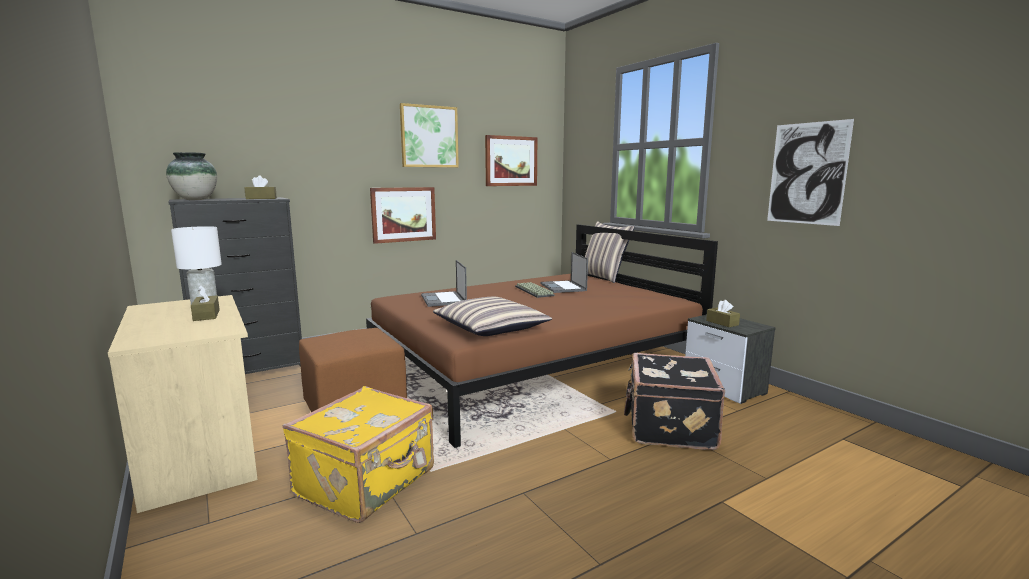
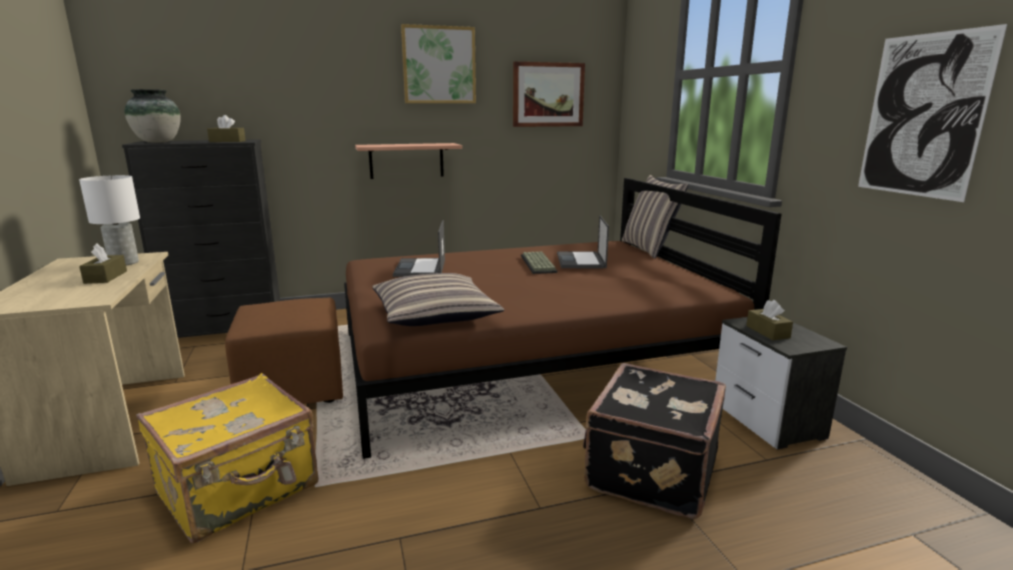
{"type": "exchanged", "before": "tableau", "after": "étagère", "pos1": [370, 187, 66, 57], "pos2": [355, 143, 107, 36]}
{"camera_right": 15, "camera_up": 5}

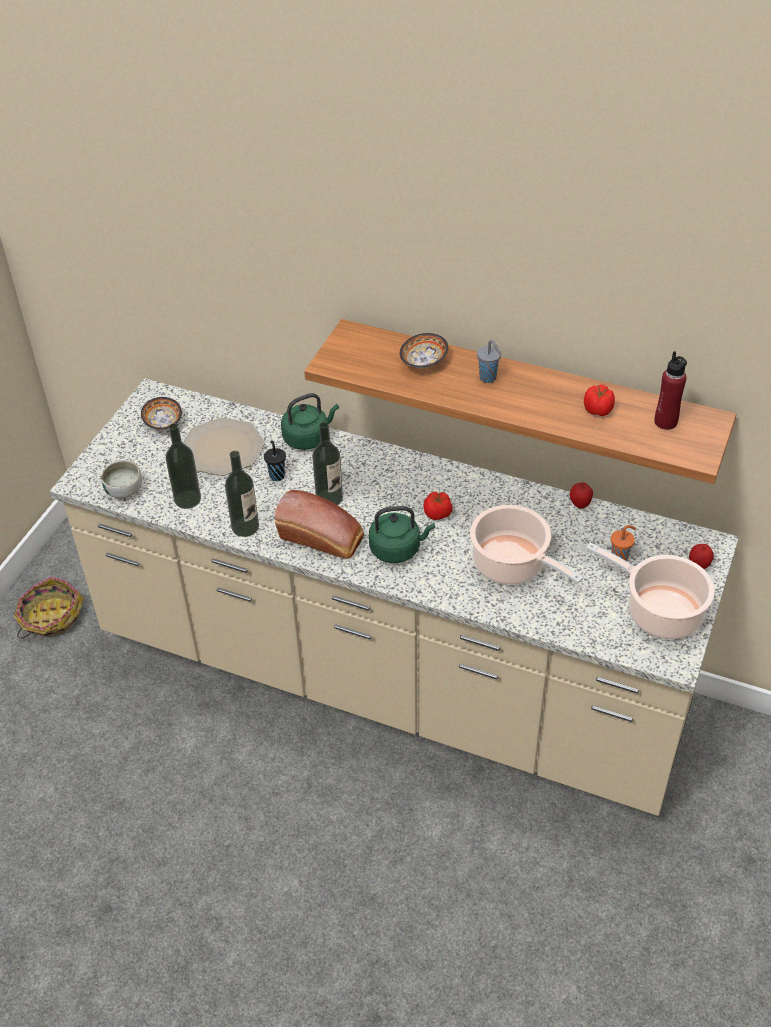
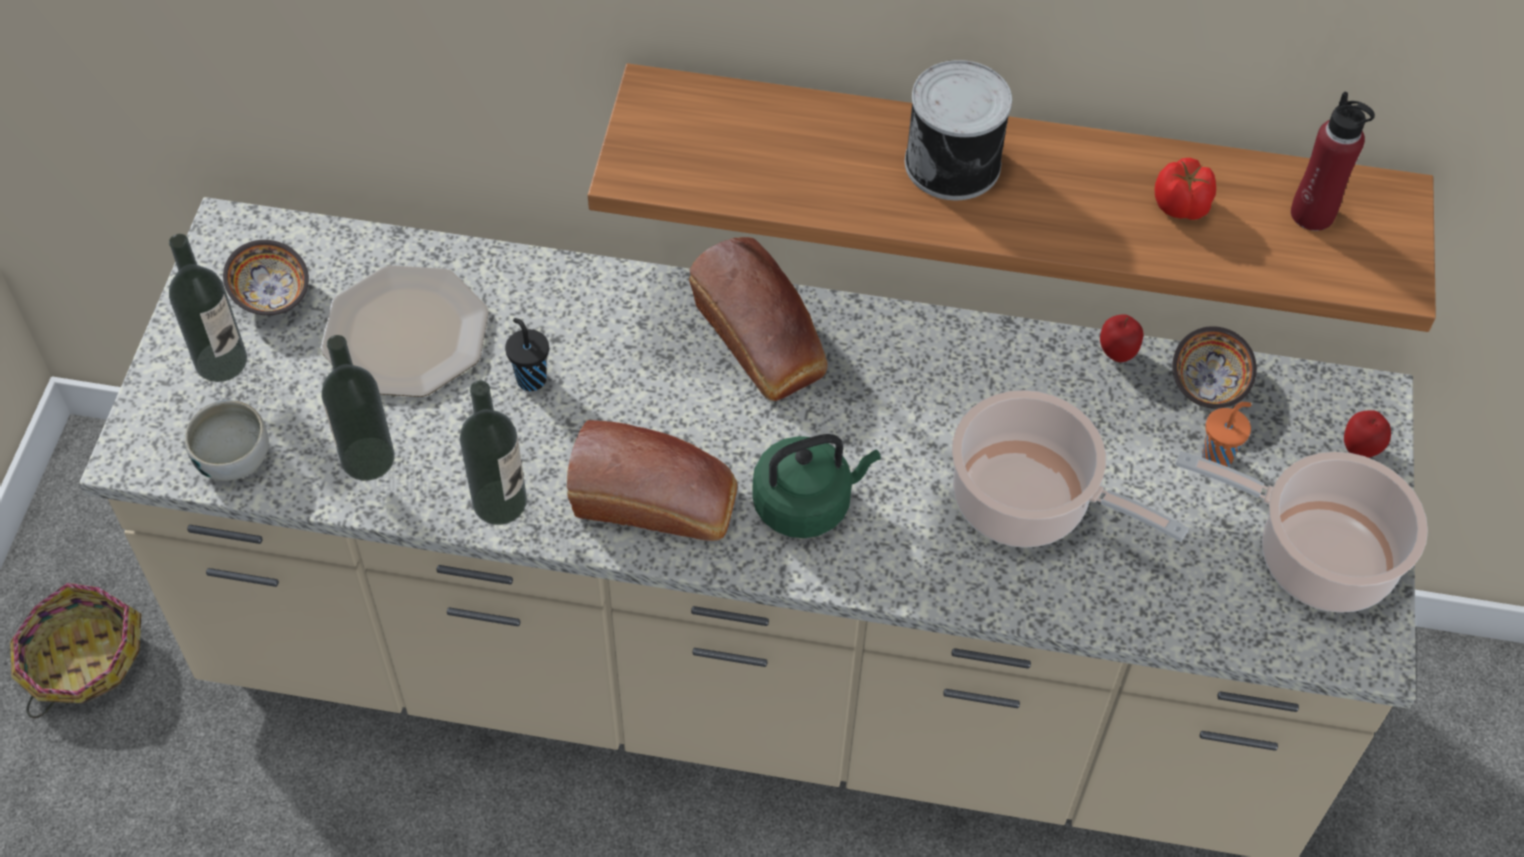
{"type": "missing", "before": "bouilloire/vert", "pos1": [281, 393, 58, 57]}
{"type": "missing", "before": "tomate", "pos1": [423, 491, 30, 29]}
{"type": "appeared", "after": "pain", "pos2": [689, 237, 139, 164]}
{"type": "relocated", "before": "bouteille", "pos1": [312, 422, 31, 83], "pos2": [169, 234, 78, 148]}
{"type": "relocated", "before": "bol", "pos1": [400, 333, 48, 35], "pos2": [1172, 326, 85, 83]}
{"type": "exchanged", "before": "tasse/gris", "after": "boîte métallique", "pos1": [477, 340, 24, 43], "pos2": [905, 60, 107, 140]}
{"camera_right": -15, "camera_up": 10}

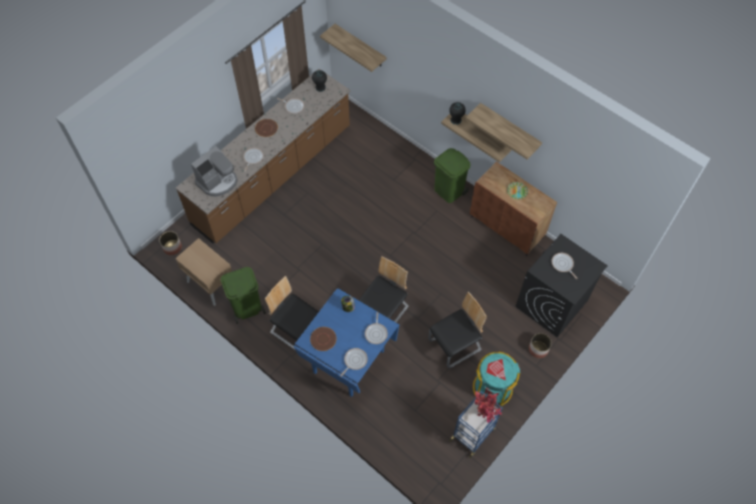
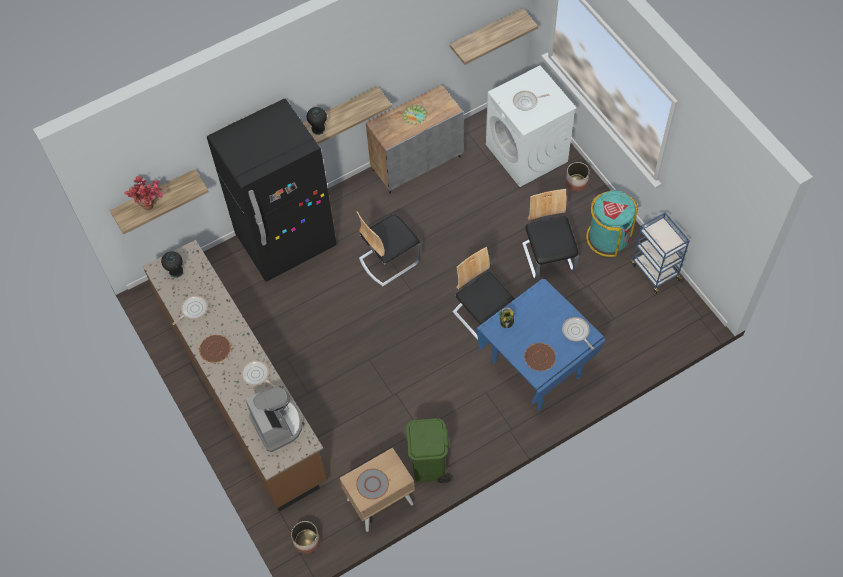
{"type": "missing", "before": "poêle", "pos1": [365, 312, 23, 32]}
{"type": "missing", "before": "poubelle/vert", "pos1": [434, 148, 37, 55]}
{"type": "appeared", "after": "réfrigérateur/noir", "pos2": [207, 99, 130, 183]}
{"type": "appeared", "after": "assiette/gris", "pos2": [356, 469, 33, 31]}
{"type": "relocated", "before": "chaise", "pos1": [265, 276, 54, 75], "pos2": [357, 211, 64, 76]}
{"type": "relocated", "before": "étagère", "pos1": [466, 103, 76, 56], "pos2": [450, 8, 88, 57]}
{"type": "relocated", "before": "plante en pot", "pos1": [475, 391, 27, 32], "pos2": [124, 176, 39, 34]}
{"type": "colour", "before": "meuble de rangement/marron", "after": "meuble de rangement/gris", "pos1": [470, 161, 87, 95], "pos2": [366, 85, 98, 109]}
{"type": "colour", "before": "lave-linge/noir", "after": "lave-linge/blanc", "pos1": [515, 234, 93, 103], "pos2": [486, 65, 91, 122]}
{"camera_right": -70, "camera_up": 0}

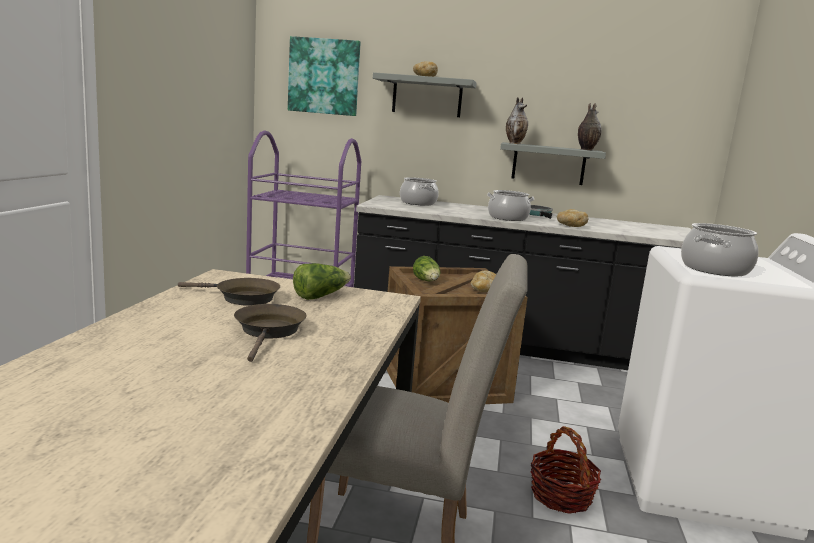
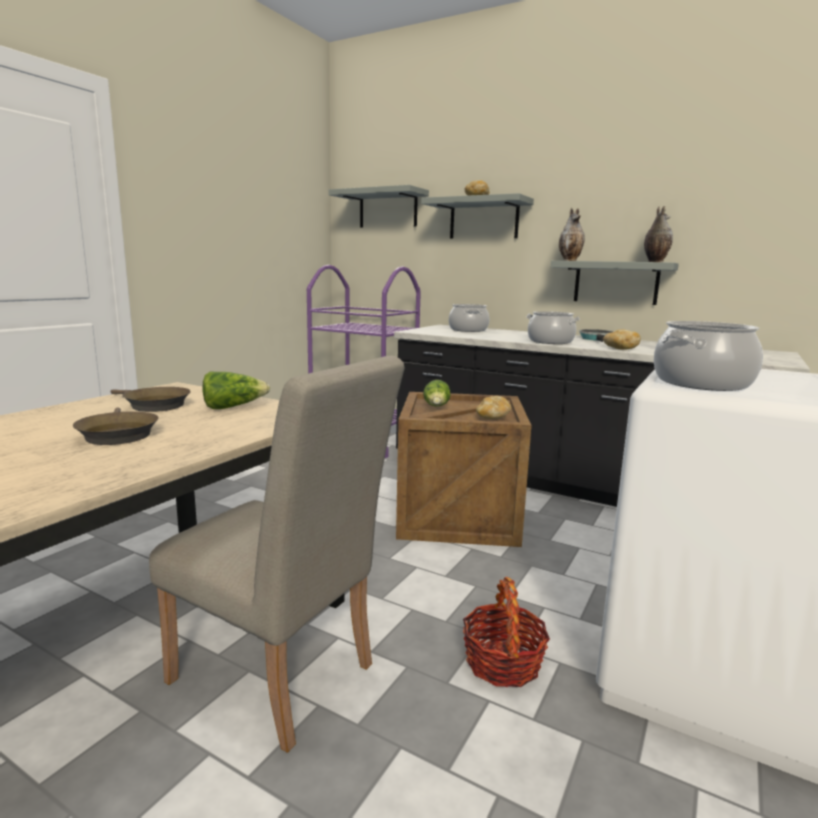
{"type": "exchanged", "before": "tableau", "after": "étagère/gris", "pos1": [288, 36, 73, 80], "pos2": [328, 185, 101, 42]}
{"type": "spun", "before": "poêle/marron", "pos1": [234, 304, 73, 58], "pos2": [73, 408, 86, 37], "turn": 135}
{"camera_right": 20, "camera_up": 0}

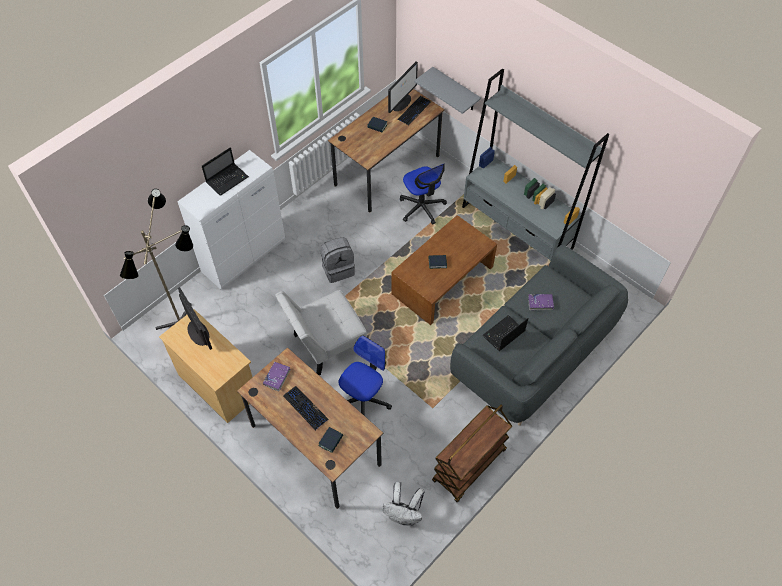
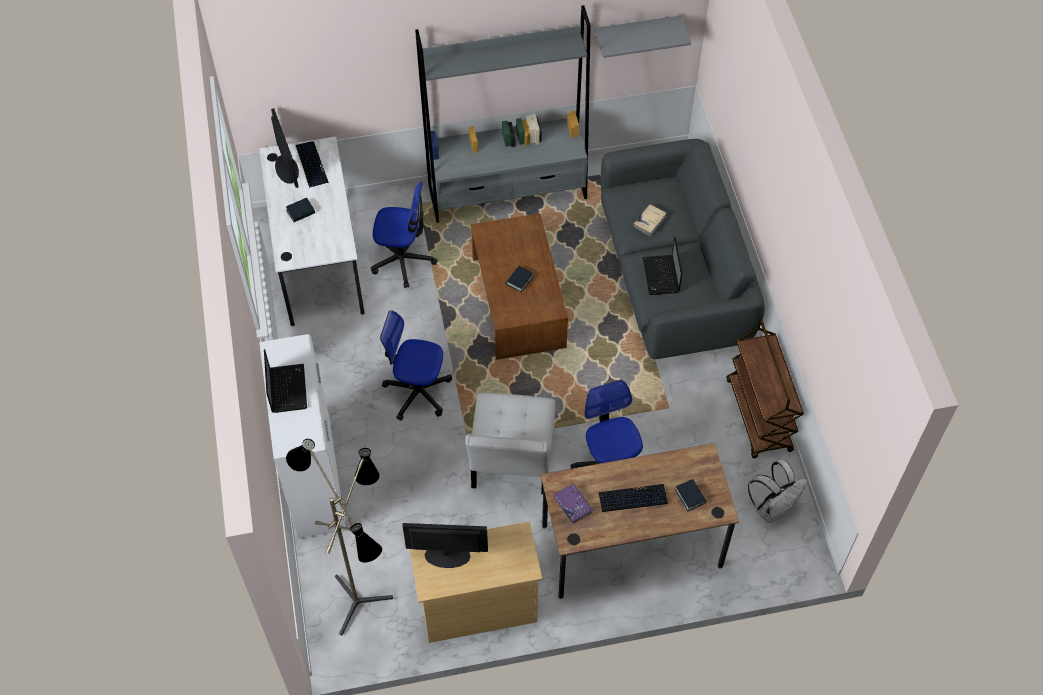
{"type": "relocated", "before": "étagère/gris", "pos1": [414, 67, 67, 47], "pos2": [594, 15, 97, 43]}
{"type": "exchanged", "before": "sac à dos/gris", "after": "chaise de bureau", "pos1": [320, 238, 35, 45], "pos2": [380, 311, 72, 110]}
{"type": "colour", "before": "bureau/marron", "after": "bureau/blanc", "pos1": [328, 89, 117, 124], "pos2": [259, 137, 106, 189]}
{"type": "colour", "before": "livre/violet", "after": "livre/beige", "pos1": [528, 294, 26, 16], "pos2": [633, 204, 34, 32]}
{"camera_right": -55, "camera_up": 0}

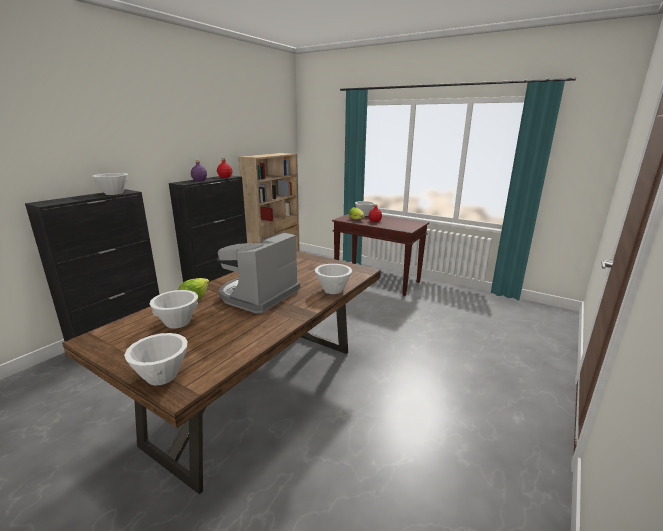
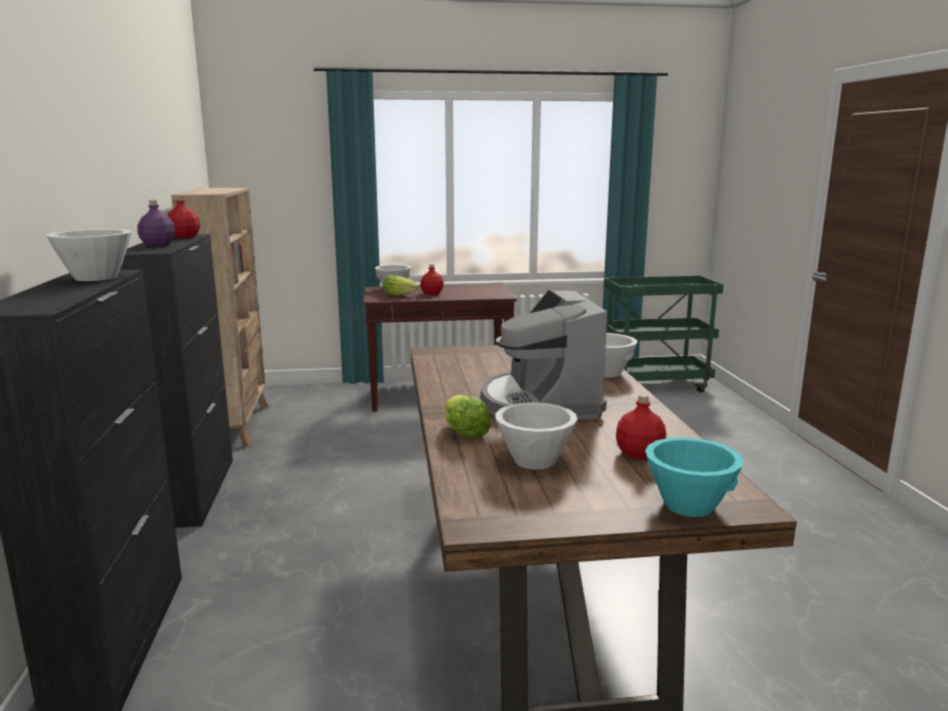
{"type": "appeared", "after": "chariot/vert", "pos2": [604, 275, 119, 118]}
{"type": "appeared", "after": "bouteille/rouge", "pos2": [616, 394, 50, 66]}
{"type": "colour", "before": "bol/blanc", "after": "bol/turquoise", "pos1": [124, 333, 64, 53], "pos2": [645, 437, 99, 80]}
{"camera_right": -40, "camera_up": -5}

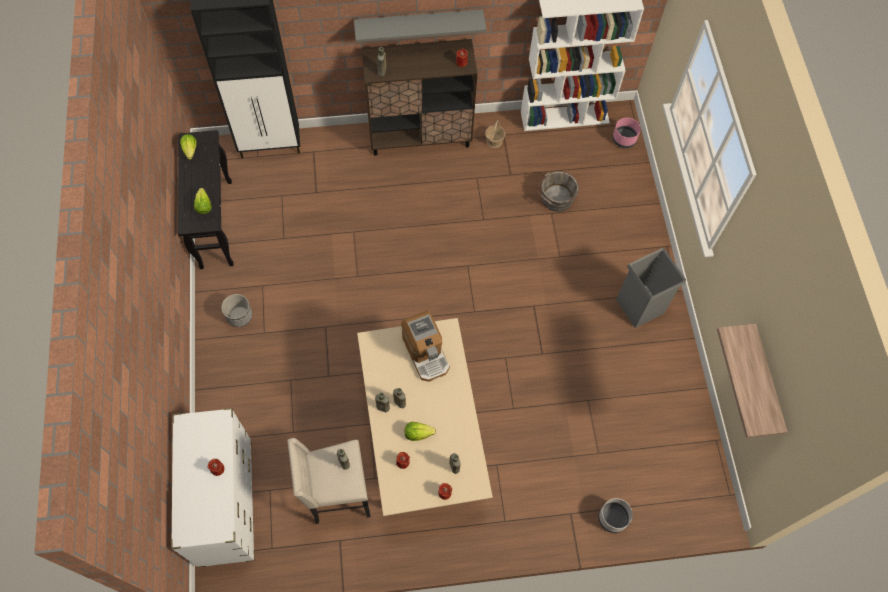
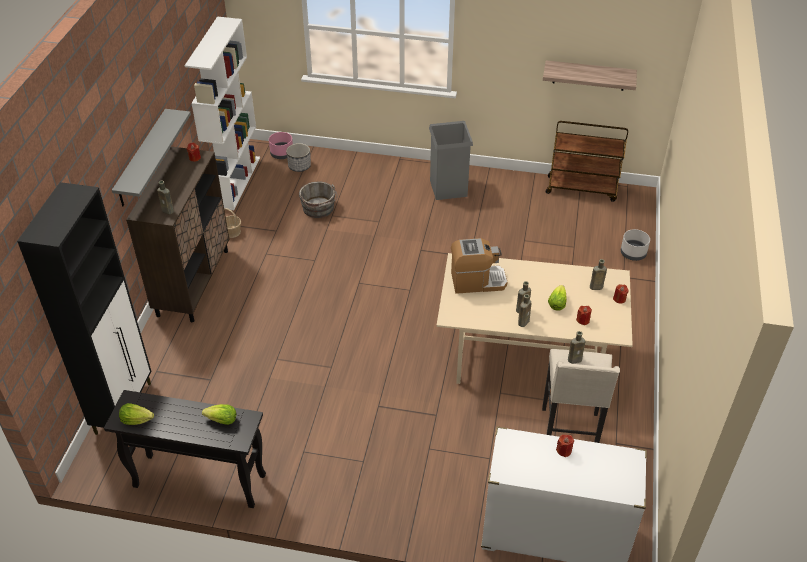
{"type": "appeared", "after": "chariot/marron", "pos2": [546, 121, 82, 81]}
{"type": "relocated", "before": "cache-pot", "pos1": [221, 294, 31, 33], "pos2": [286, 143, 25, 29]}
{"camera_right": -70, "camera_up": -20}

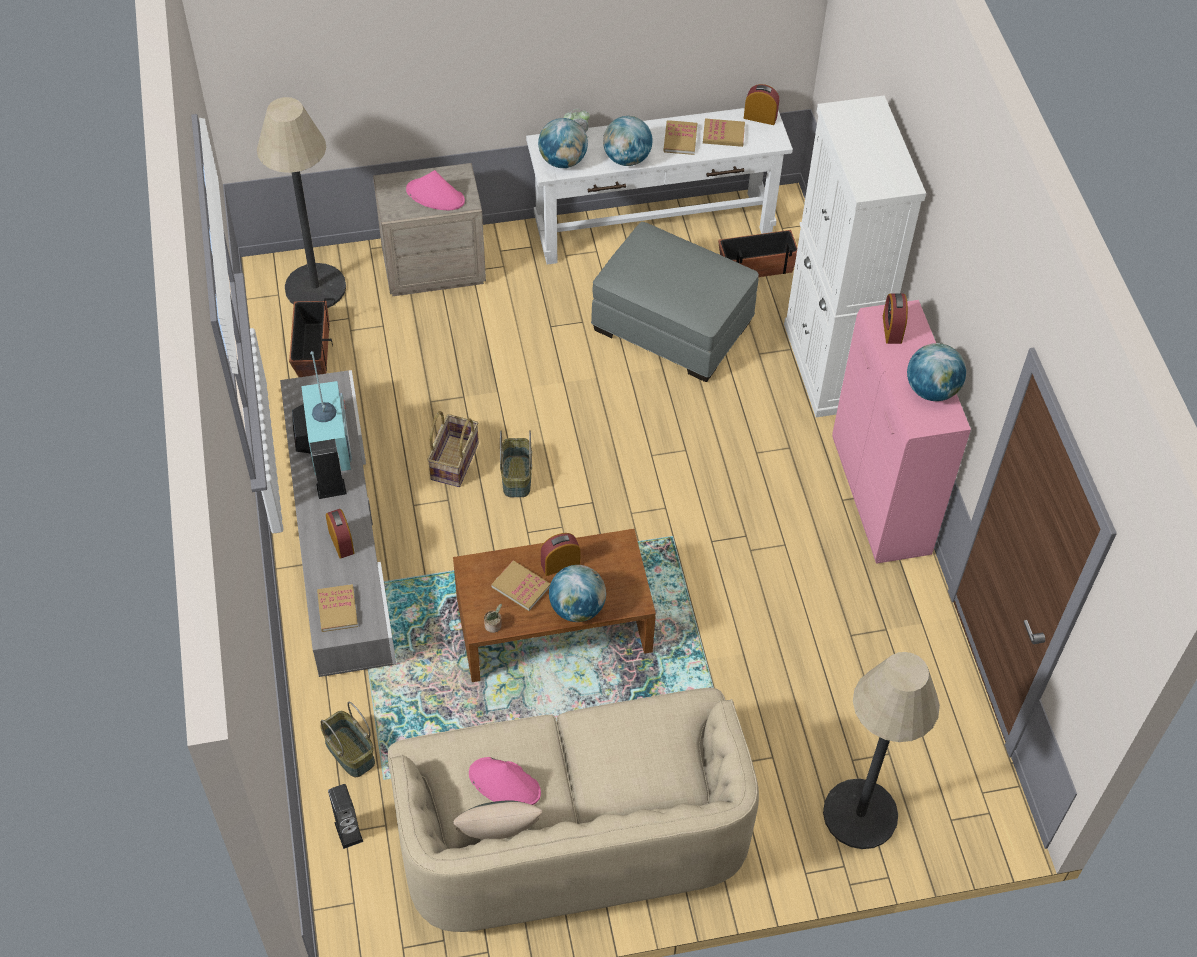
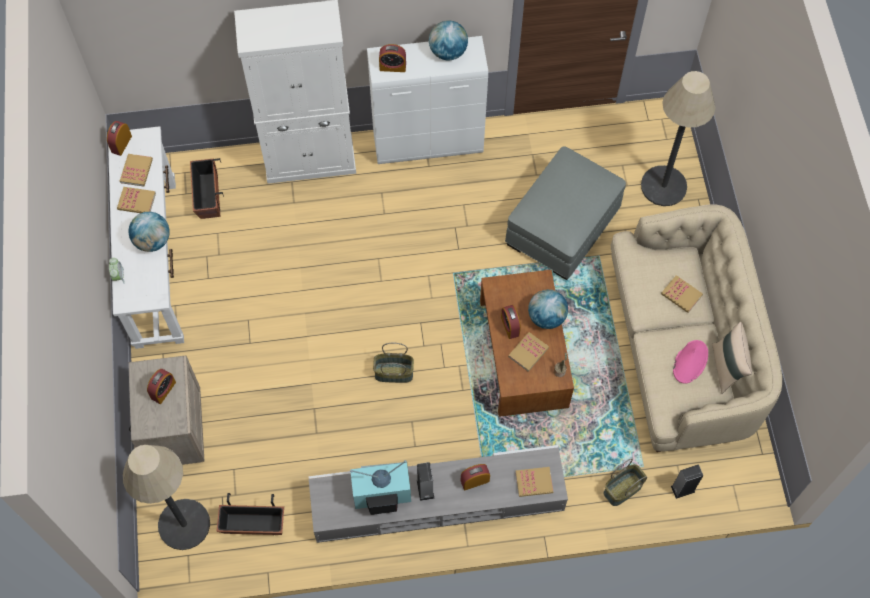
{"type": "missing", "before": "panier", "pos1": [427, 411, 52, 76]}
{"type": "missing", "before": "globe", "pos1": [538, 118, 50, 50]}
{"type": "appeared", "after": "livre", "pos2": [661, 275, 42, 38]}
{"type": "relocated", "before": "pouf/gris", "pos1": [591, 222, 168, 160], "pos2": [505, 147, 121, 133]}
{"type": "exchanged", "before": "chapeau/rose", "after": "réveil", "pos1": [406, 170, 59, 40], "pos2": [147, 369, 29, 35]}
{"type": "colour", "before": "meuble de rangement/rose", "after": "meuble de rangement/blanc", "pos1": [832, 300, 139, 264], "pos2": [367, 36, 121, 128]}
{"camera_right": -85, "camera_up": 10}

